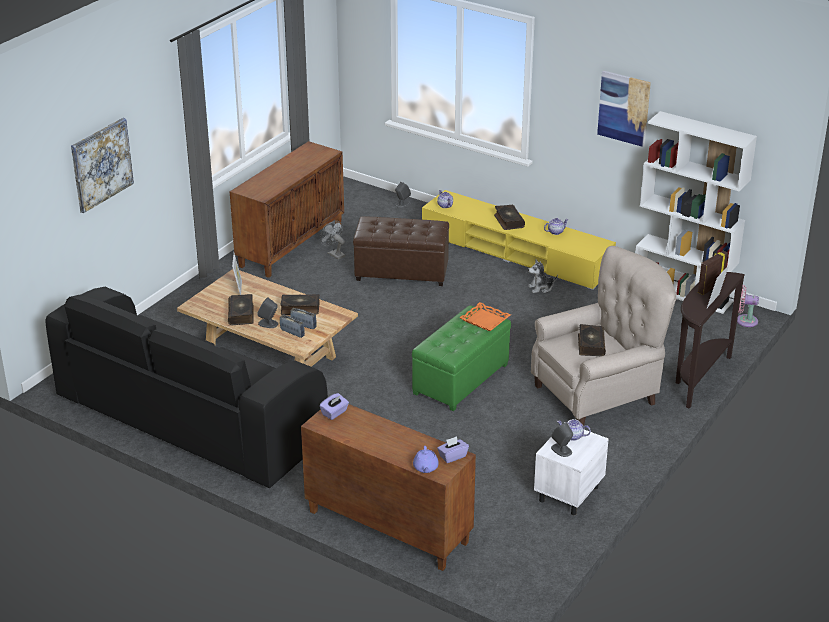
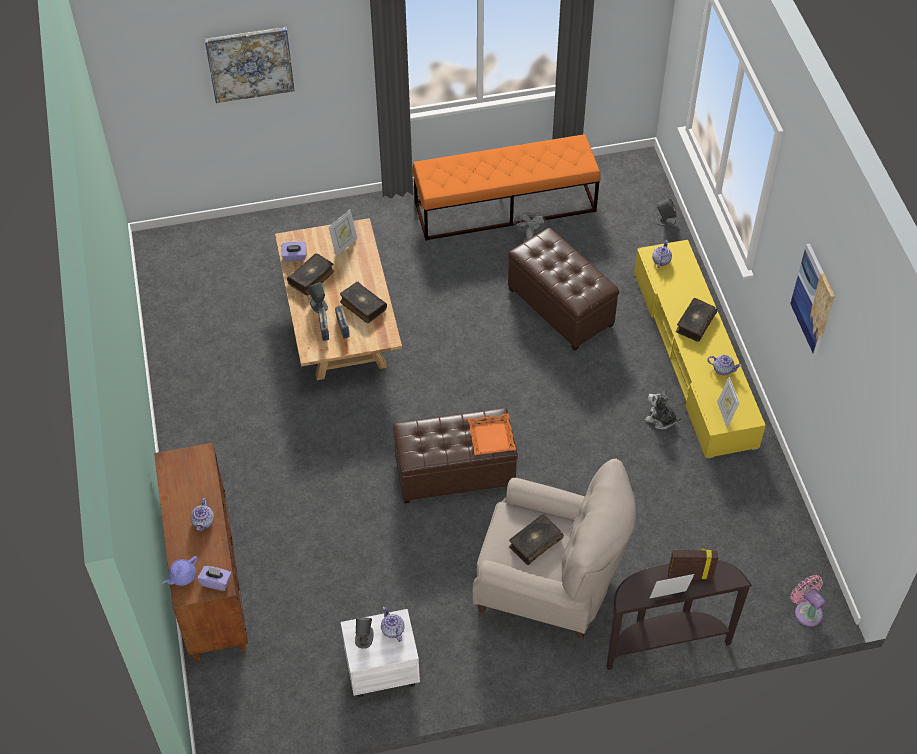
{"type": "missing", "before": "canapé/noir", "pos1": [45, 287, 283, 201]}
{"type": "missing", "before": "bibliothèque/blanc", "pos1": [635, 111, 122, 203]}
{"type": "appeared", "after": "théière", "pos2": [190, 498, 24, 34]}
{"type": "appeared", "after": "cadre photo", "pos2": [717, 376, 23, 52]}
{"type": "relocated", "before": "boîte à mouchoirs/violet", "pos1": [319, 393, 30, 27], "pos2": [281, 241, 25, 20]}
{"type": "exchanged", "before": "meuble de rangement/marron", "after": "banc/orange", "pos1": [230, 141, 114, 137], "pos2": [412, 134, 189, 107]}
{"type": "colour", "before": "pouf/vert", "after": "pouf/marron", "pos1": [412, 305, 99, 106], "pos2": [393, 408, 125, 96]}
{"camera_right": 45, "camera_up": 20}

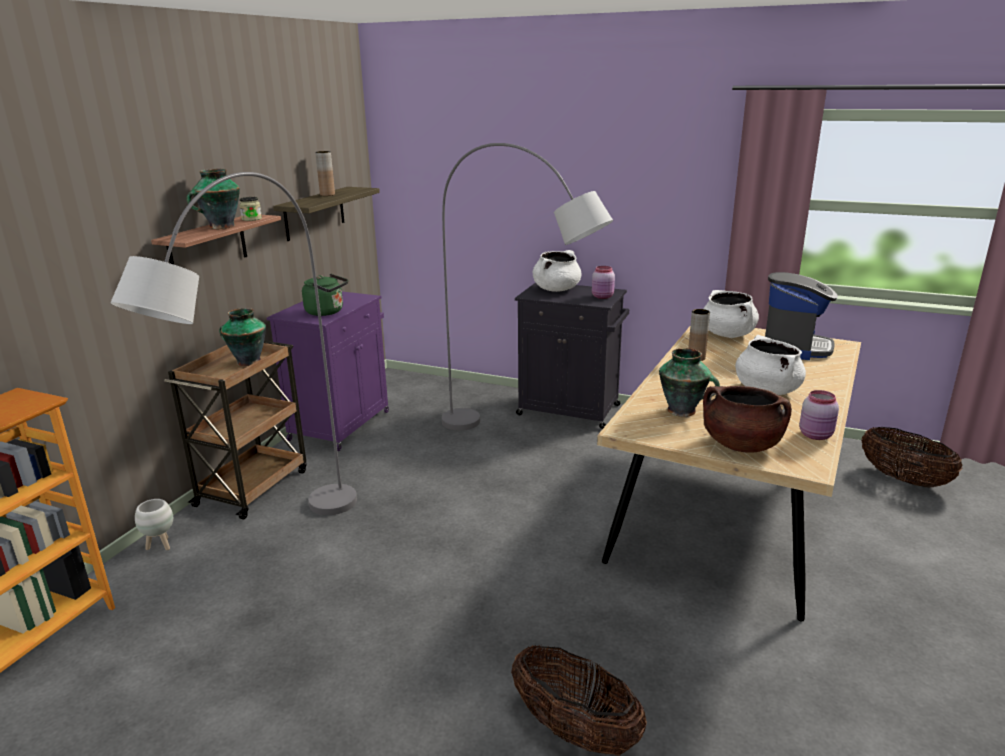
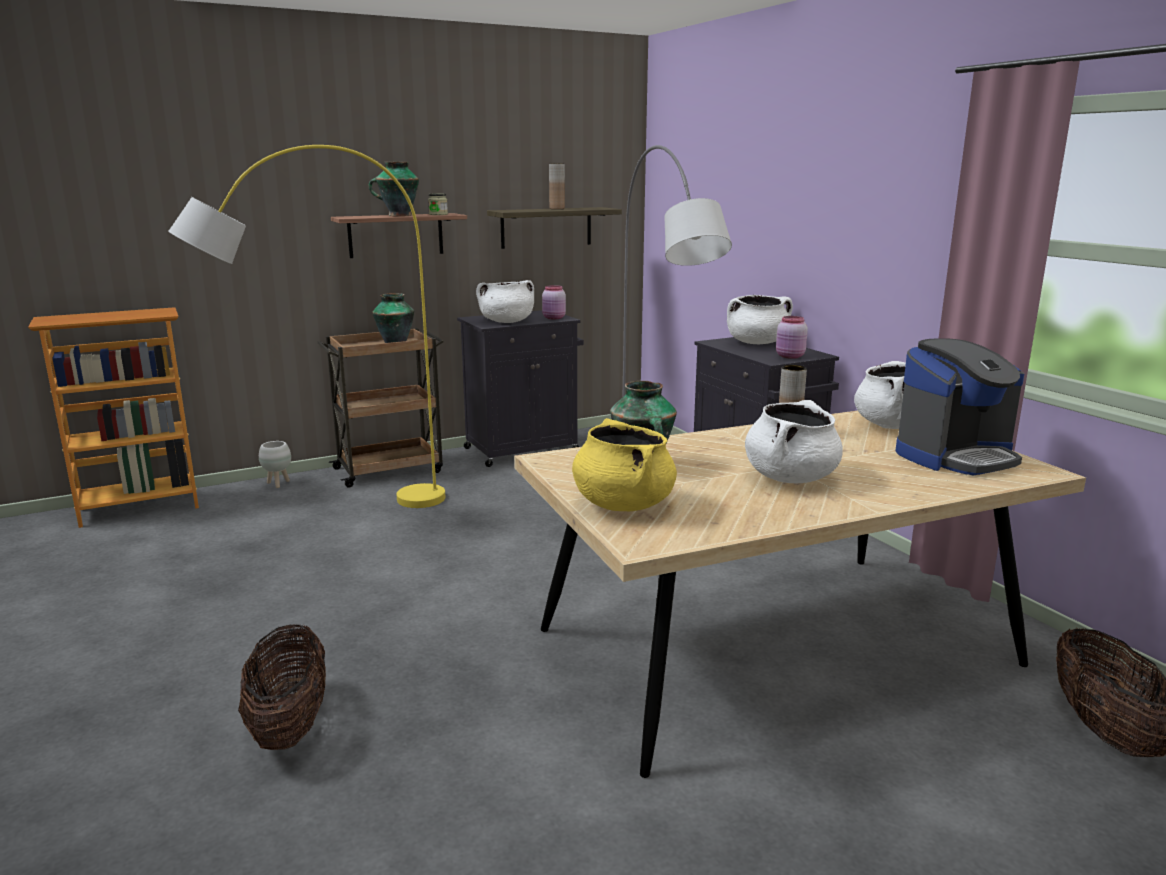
{"type": "relocated", "before": "bocal/rose", "pos1": [799, 390, 40, 50], "pos2": [542, 285, 24, 34]}
{"type": "exchanged", "before": "bouilloire/vert", "after": "marmite/blanc", "pos1": [302, 274, 46, 42], "pos2": [476, 280, 58, 43]}
{"type": "colour", "before": "lampadaire/gris", "after": "lampadaire/jaune", "pos1": [110, 172, 247, 343], "pos2": [168, 145, 277, 363]}
{"type": "colour", "before": "meuble de rangement/violet", "after": "meuble de rangement/noir", "pos1": [267, 291, 122, 160], "pos2": [457, 310, 127, 157]}
{"type": "colour", "before": "marmite/marron", "after": "marmite/jaune", "pos1": [703, 386, 89, 66], "pos2": [572, 418, 105, 93]}
{"camera_right": 40, "camera_up": -5}

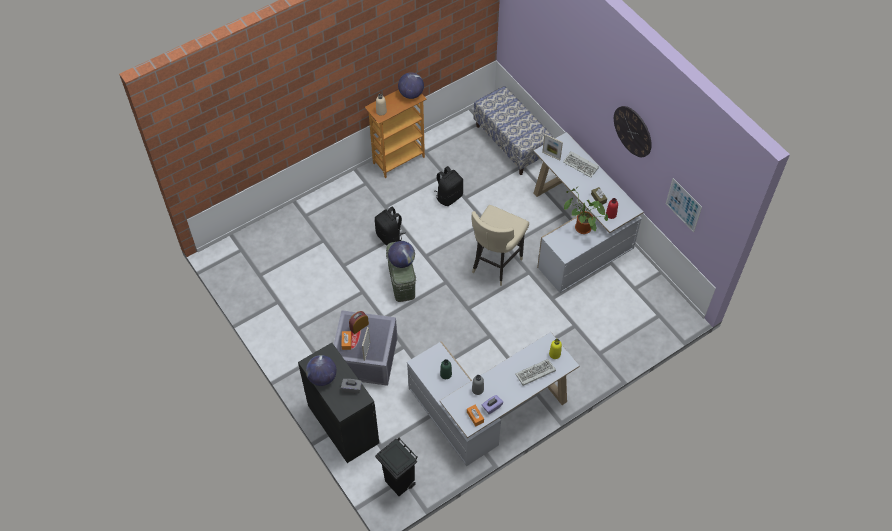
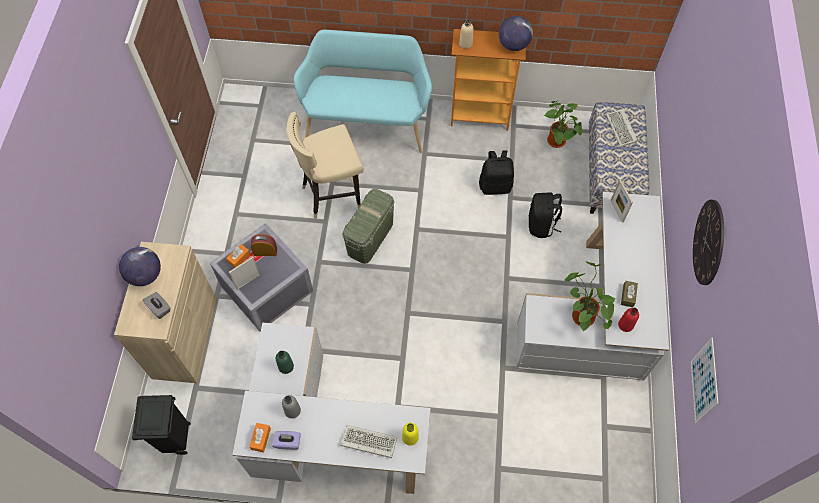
{"type": "missing", "before": "globe", "pos1": [388, 241, 27, 27]}
{"type": "appeared", "after": "banc/turquoise", "pos2": [294, 30, 138, 123]}
{"type": "appeared", "after": "plante en pot", "pos2": [543, 101, 39, 47]}
{"type": "relocated", "before": "sac à dos/noir", "pos1": [375, 207, 31, 39], "pos2": [529, 192, 33, 46]}
{"type": "relocated", "before": "tabouret/beige", "pos1": [472, 205, 57, 81], "pos2": [286, 112, 78, 107]}
{"type": "relocated", "before": "clavier", "pos1": [563, 151, 36, 27], "pos2": [606, 109, 32, 38]}
{"type": "colour", "before": "meuble de rangement/noir", "after": "meuble de rangement/beige", "pos1": [298, 343, 81, 120], "pos2": [114, 242, 103, 141]}
{"camera_right": 40, "camera_up": 5}

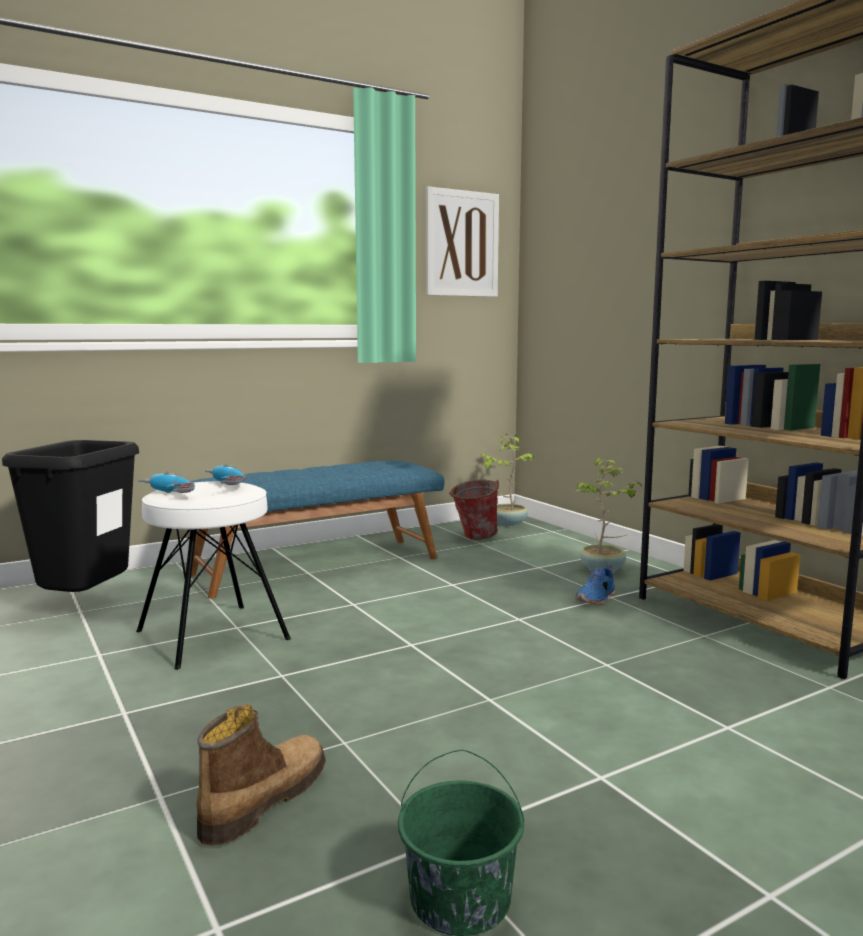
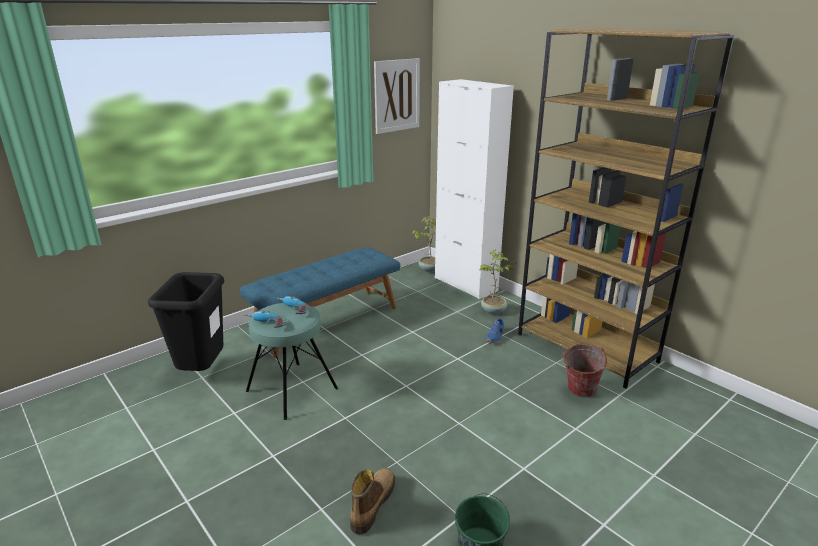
{"type": "appeared", "after": "meuble de rangement/blanc", "pos2": [435, 79, 79, 220]}
{"type": "relocated", "before": "seau", "pos1": [448, 480, 51, 60], "pos2": [561, 344, 46, 53]}
{"type": "colour", "before": "tabouret/blanc", "after": "tabouret/turquoise", "pos1": [136, 481, 155, 189], "pos2": [246, 303, 92, 117]}
{"camera_right": -10, "camera_up": 15}

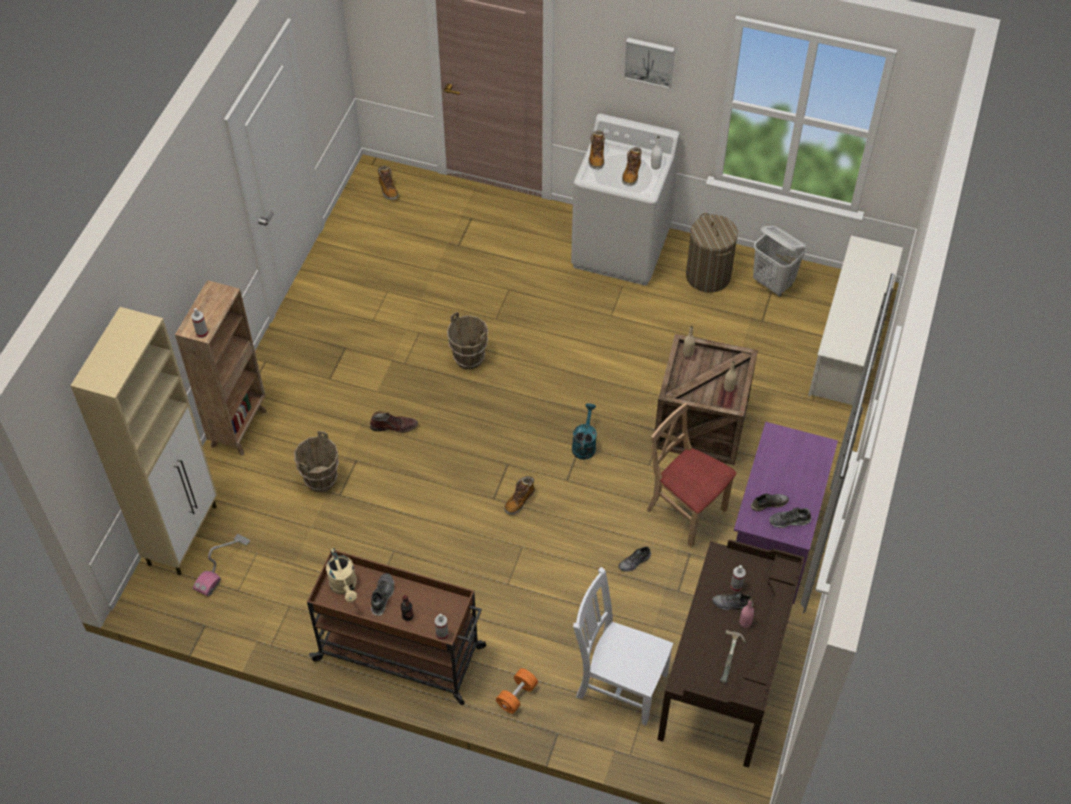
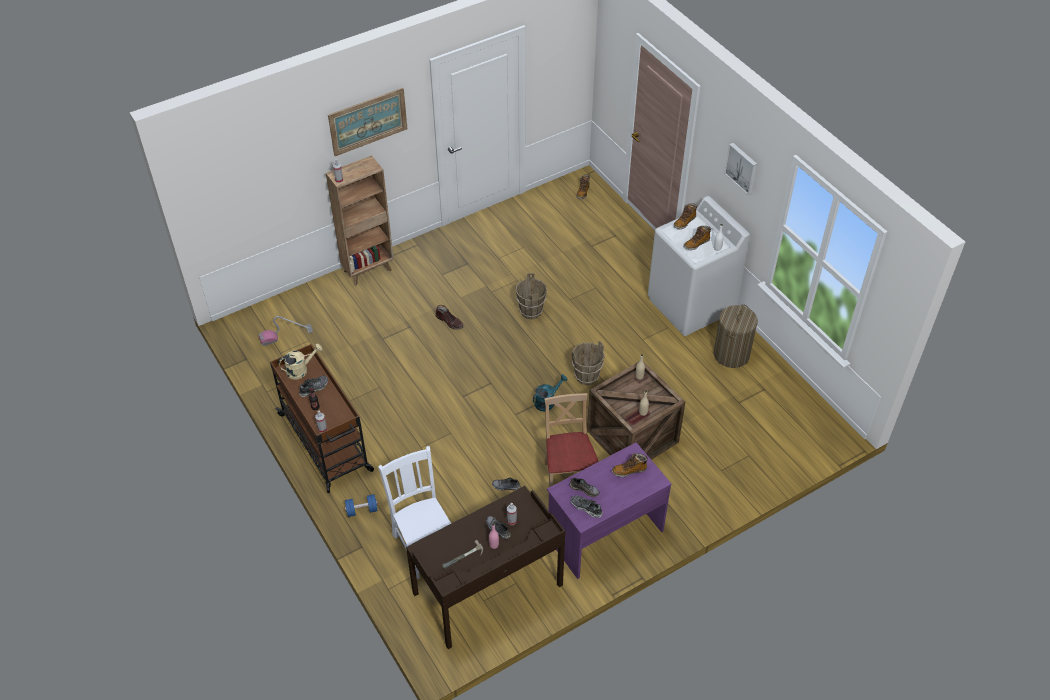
{"type": "missing", "before": "meuble de rangement/beige", "pos1": [70, 307, 147, 268]}
{"type": "missing", "before": "panier à linge/blanc", "pos1": [753, 226, 53, 70]}
{"type": "missing", "before": "étagère à chaussures/blanc", "pos1": [808, 235, 95, 170]}
{"type": "appeared", "after": "tableau", "pos2": [328, 88, 79, 68]}
{"type": "relocated", "before": "seau/marron", "pos1": [294, 431, 45, 61], "pos2": [572, 341, 33, 44]}
{"type": "relocated", "before": "botte", "pos1": [504, 476, 31, 39], "pos2": [612, 453, 36, 24]}
{"type": "colour", "before": "haltère/orange", "after": "haltère/bleu", "pos1": [496, 668, 42, 46], "pos2": [345, 494, 33, 23]}
{"type": "spun", "before": "arrosoir/beige", "pos1": [326, 548, 31, 54], "pos2": [279, 343, 43, 37], "turn": -135}
{"camera_right": 40, "camera_up": -5}

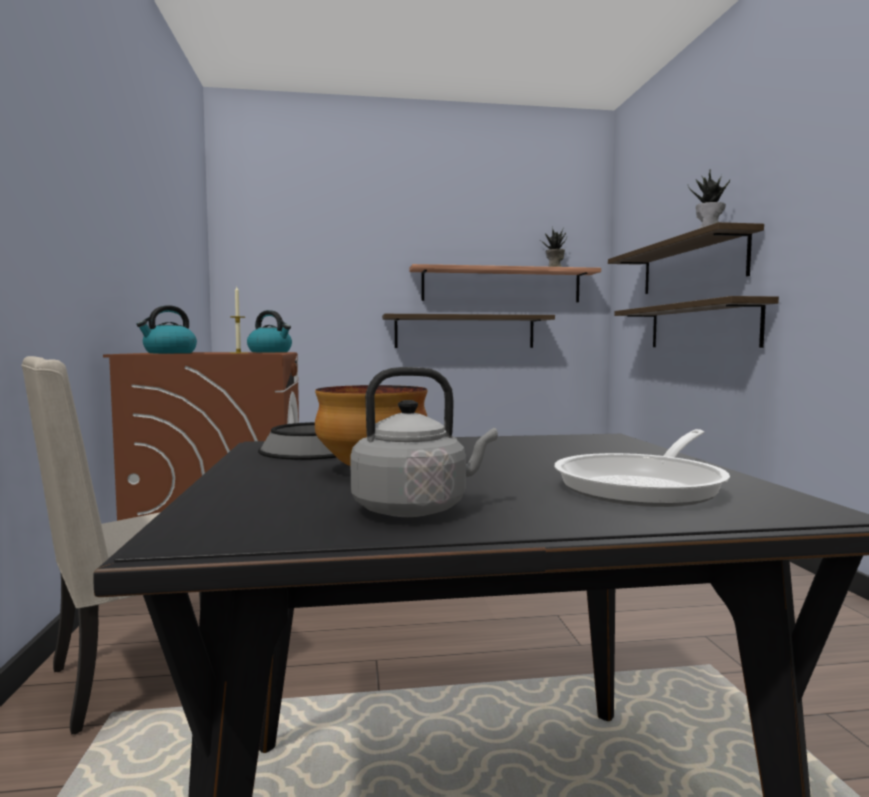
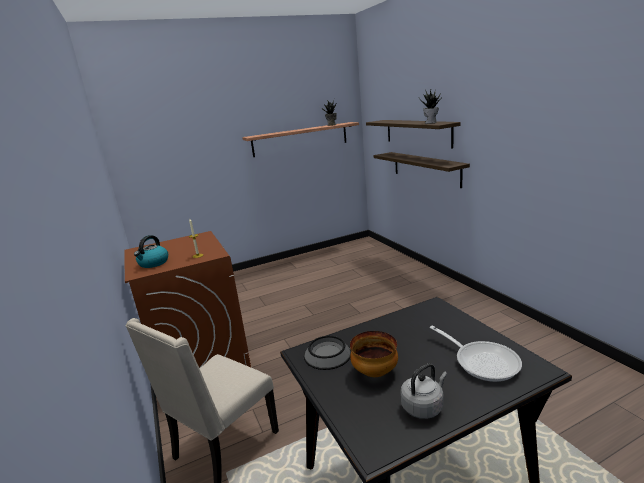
{"type": "missing", "before": "bouilloire", "pos1": [247, 310, 45, 42]}
{"type": "missing", "before": "étagère", "pos1": [382, 314, 173, 34]}
{"type": "spun", "before": "poêle", "pos1": [555, 429, 175, 78], "pos2": [430, 326, 92, 56], "turn": -60}
{"camera_right": -15, "camera_up": 15}

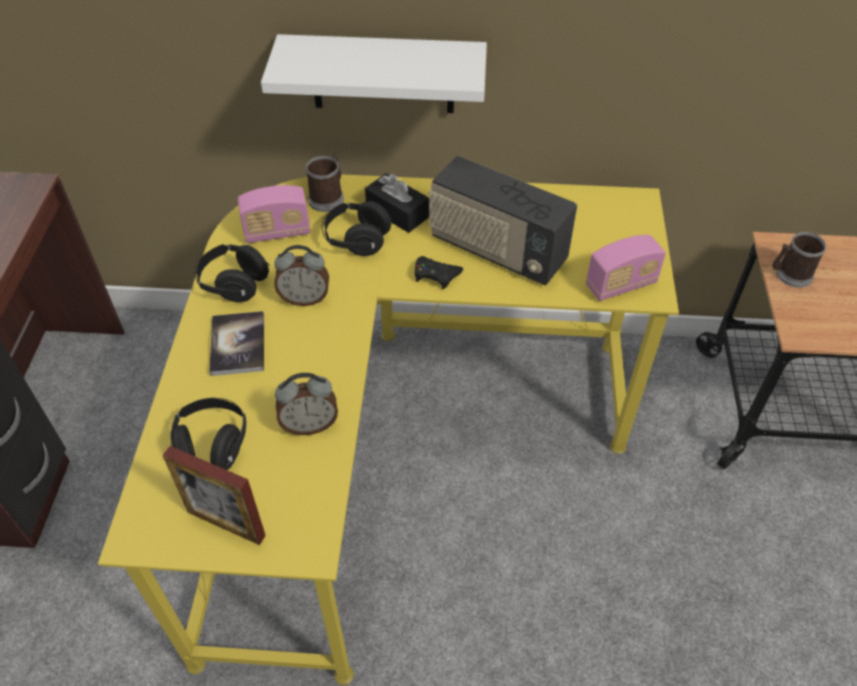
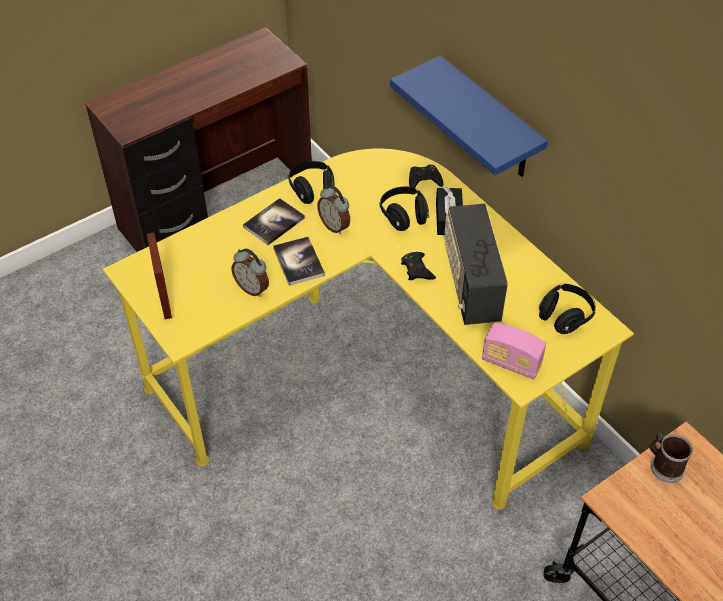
{"type": "missing", "before": "radio", "pos1": [238, 185, 72, 58]}
{"type": "appeared", "after": "livre", "pos2": [273, 237, 52, 49]}
{"type": "relocated", "before": "casque audio/noir", "pos1": [171, 398, 75, 72], "pos2": [539, 284, 57, 50]}
{"type": "exchanged", "before": "mug", "after": "manette/noir", "pos1": [306, 153, 38, 59], "pos2": [409, 165, 34, 23]}
{"type": "colour", "before": "étagère/blanc", "after": "étagère/bleu", "pos1": [261, 34, 226, 79], "pos2": [390, 56, 158, 121]}
{"camera_right": 50, "camera_up": 0}

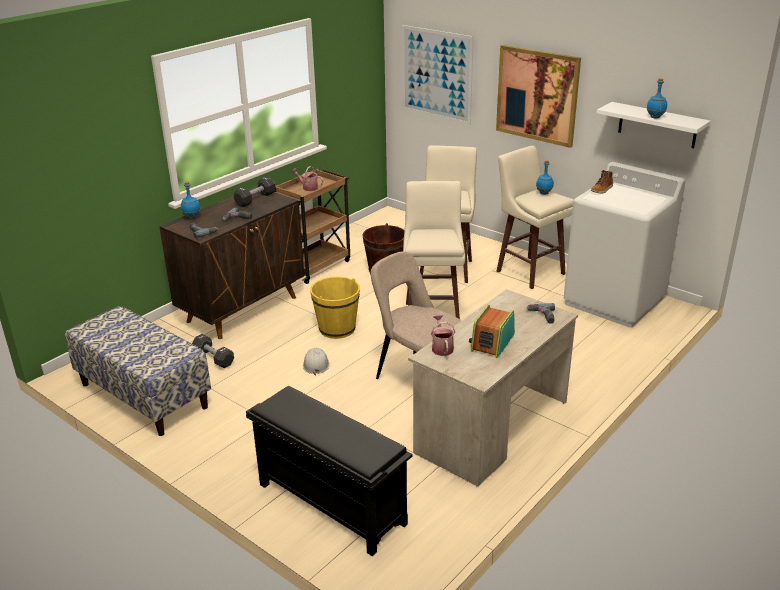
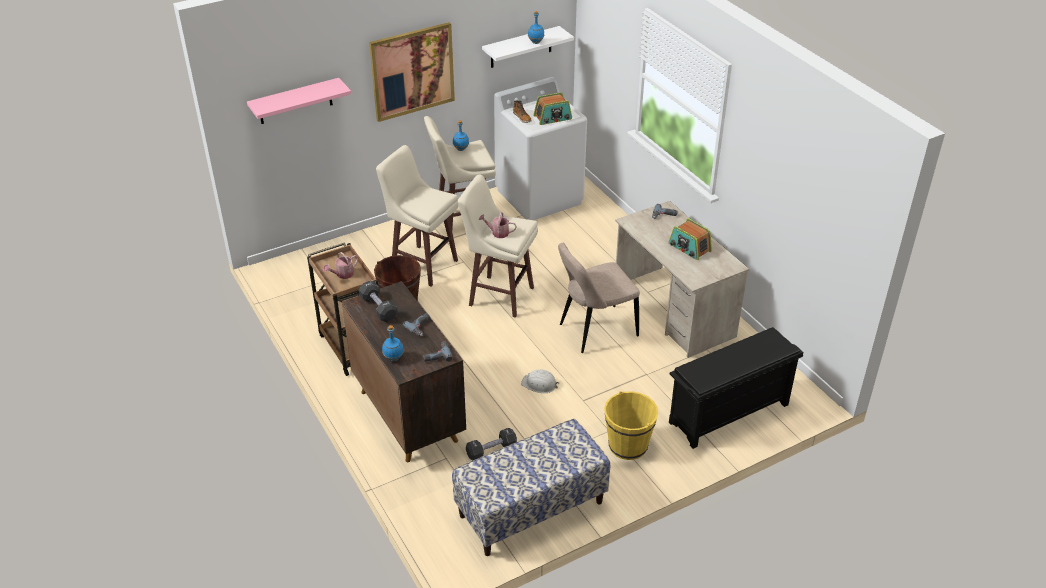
{"type": "appeared", "after": "radio", "pos2": [533, 92, 39, 33]}
{"type": "relocated", "before": "seau/jaune", "pos1": [310, 277, 50, 62], "pos2": [604, 391, 54, 69]}
{"type": "relocated", "before": "arrosoir", "pos1": [431, 315, 24, 41], "pos2": [479, 212, 38, 26]}
{"type": "exchanged", "before": "tableau", "after": "étagère/rose", "pos1": [402, 25, 72, 100], "pos2": [247, 78, 104, 46]}
{"camera_right": -70, "camera_up": 10}

